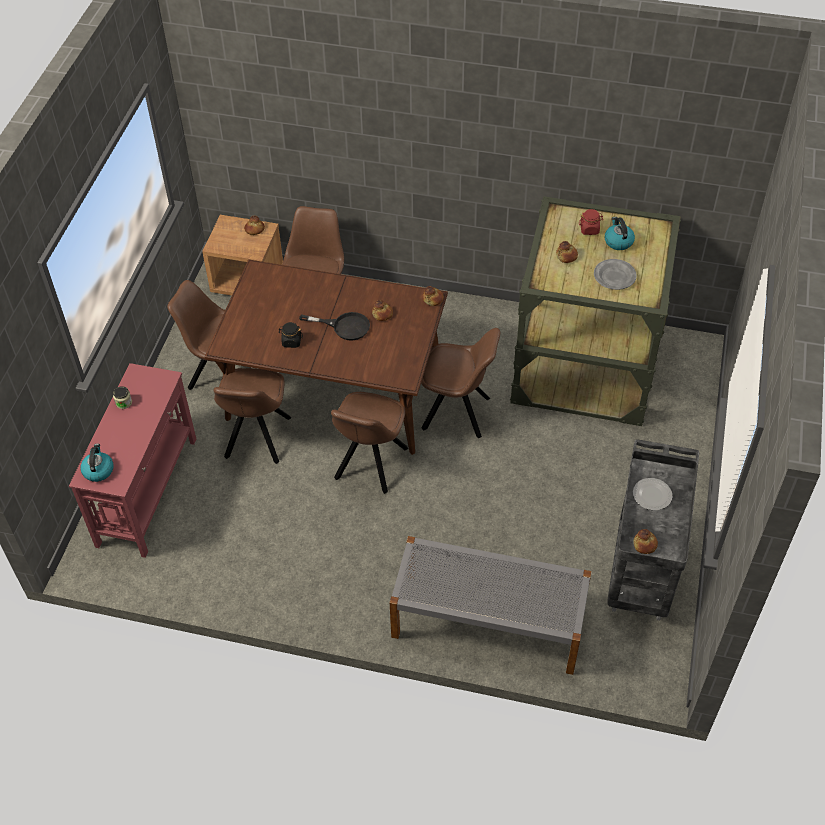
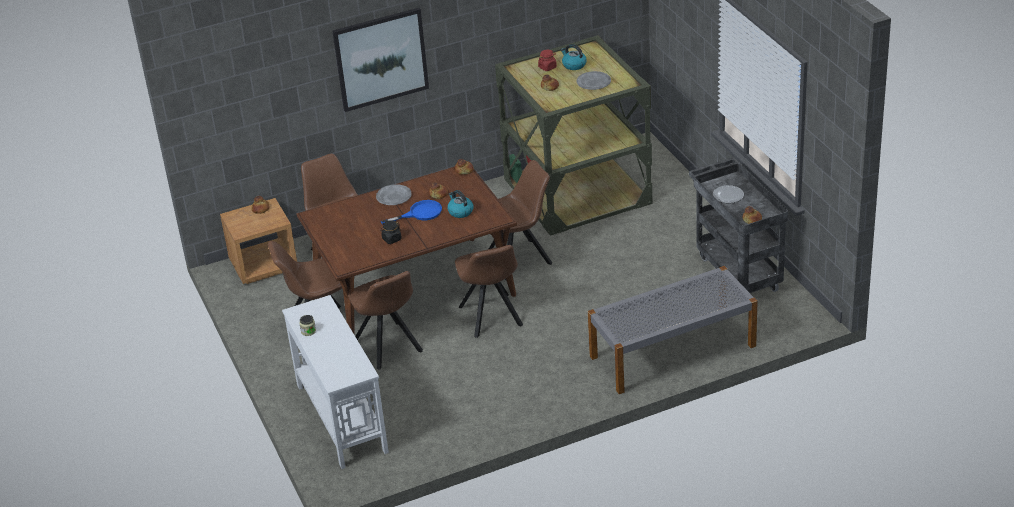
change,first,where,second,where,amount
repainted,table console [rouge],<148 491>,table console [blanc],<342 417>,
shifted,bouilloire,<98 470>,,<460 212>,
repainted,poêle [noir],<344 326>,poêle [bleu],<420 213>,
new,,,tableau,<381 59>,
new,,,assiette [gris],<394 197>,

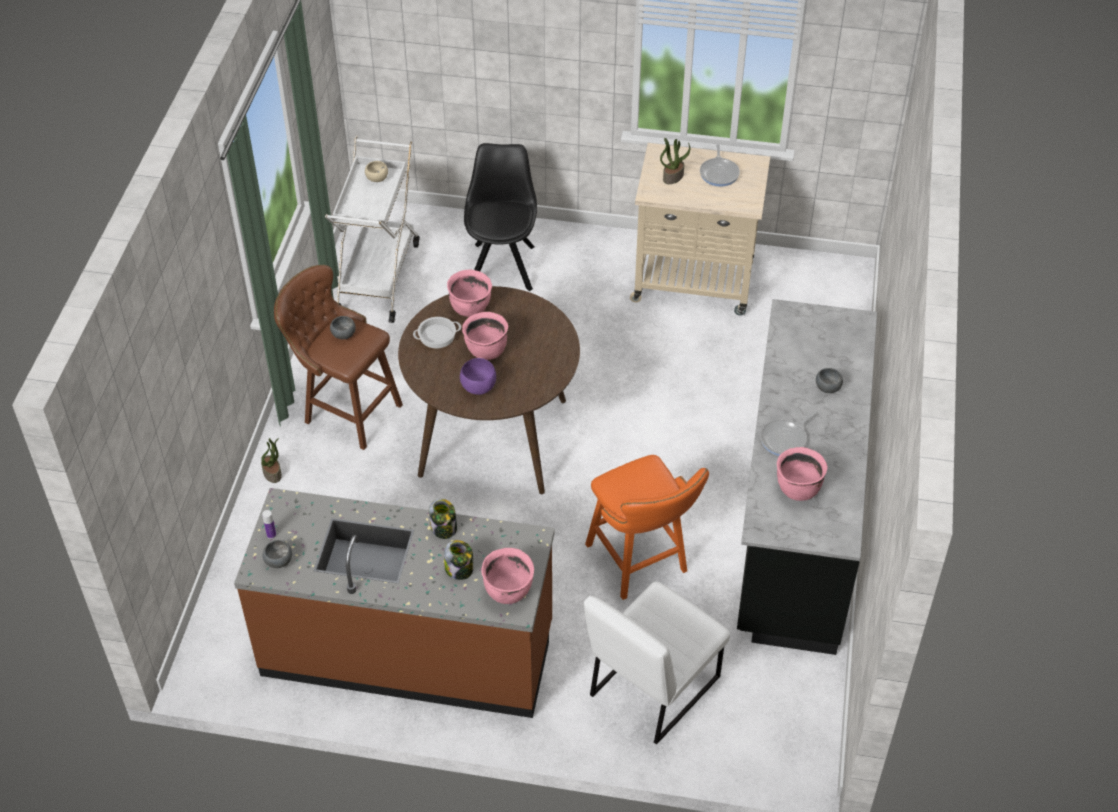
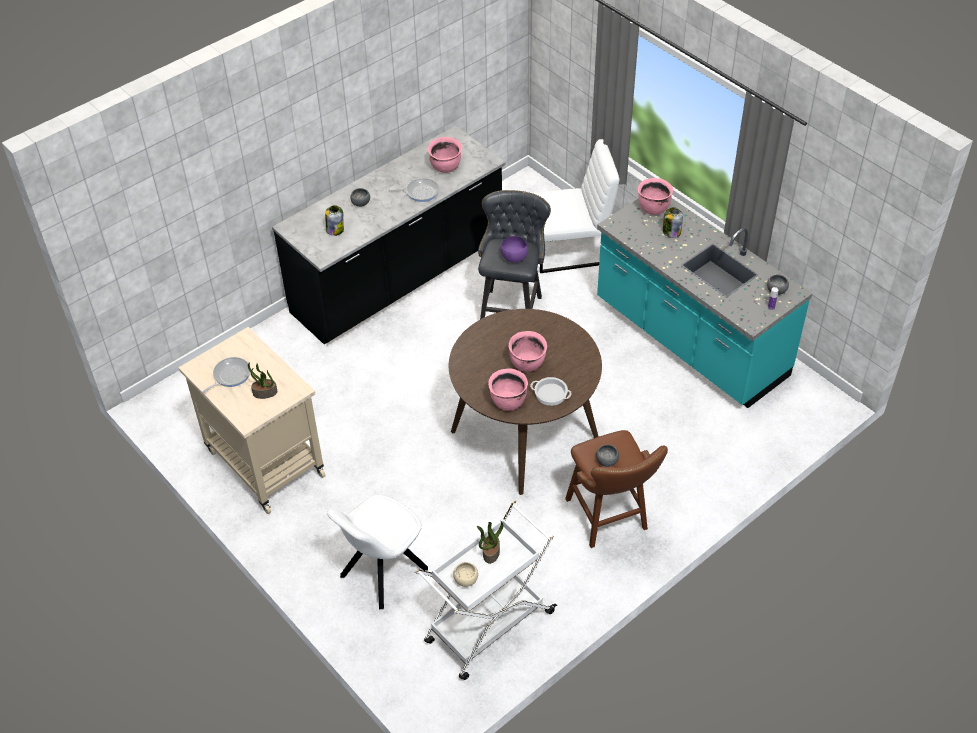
change,first,where,second,where,amount
repainted,comptoir de cuisine [marron],<408 650>,comptoir de cuisine [turquoise],<690 340>,
shifted,plante en pot,<272 473>,,<490 552>,
shifted,bocal,<444 528>,,<335 229>,
shifted,bol [violet],<478 387>,,<514 258>,
repainted,chaise [noir],<502 266>,chaise [blanc],<383 572>,
repainted,tabouret [orange],<642 567>,tabouret [gris],<512 306>,

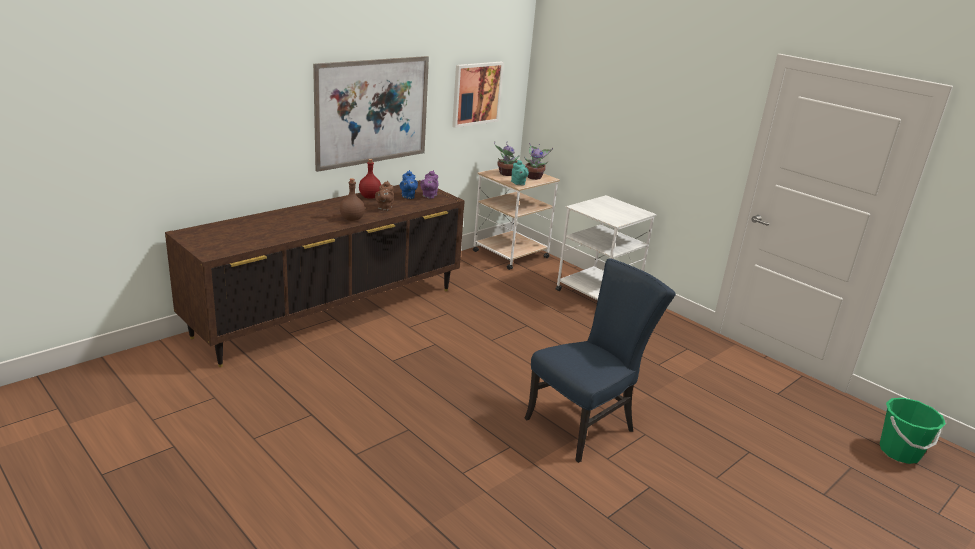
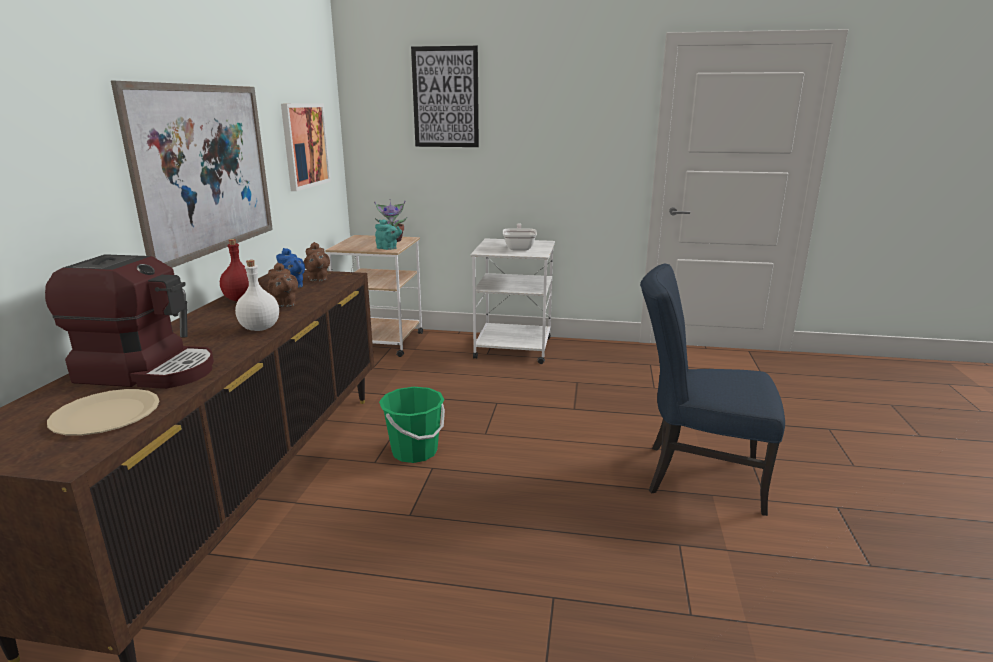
change,first,where,second,where,amount
repainted,bouteille [marron],<351 219>,bouteille [blanc],<259 328>,
repainted,théière [violet],<429 196>,théière [marron],<318 279>,
gone,plante en pot,<506 174>,,,
rotated,chaise [bleu],<585 424>,,<695 475>,90 degrees counterclockwise
shifted,seau [vert],<899 452>,,<414 452>,
new,,,machine à café,<148 371>,
new,,,assiette [beige],<105 415>,
new,,,tableau,<445 97>,
new,,,poêle,<519 247>,

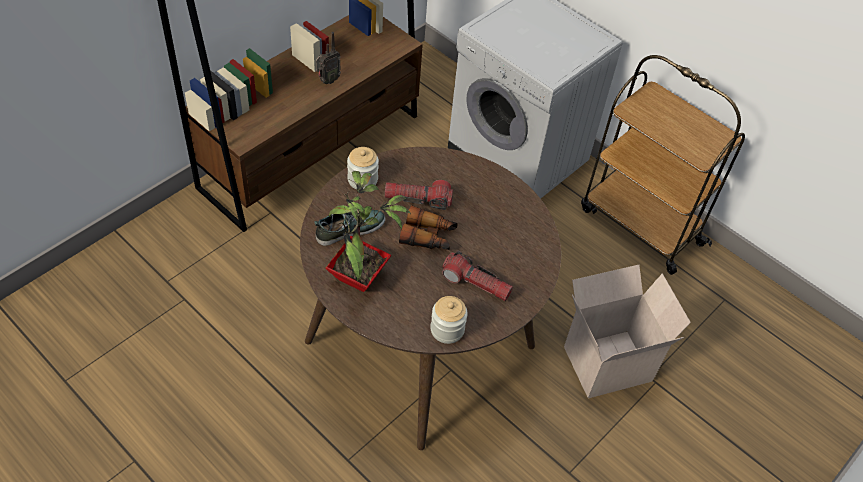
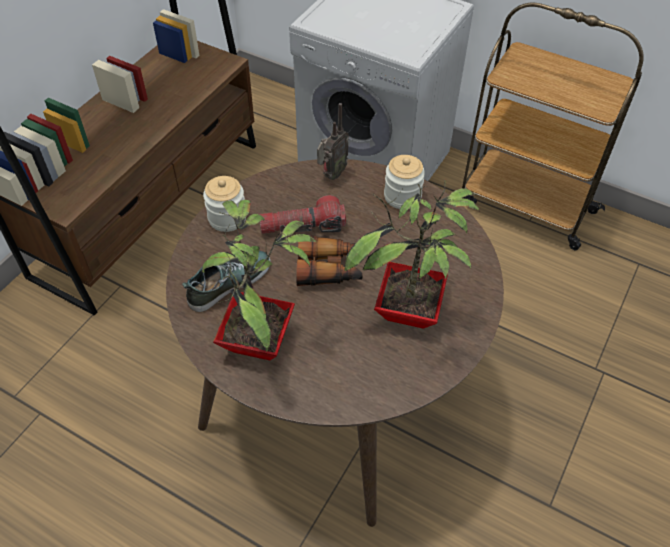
change,first,where,second,where,amount
shifted,radio,<327 81>,,<331 175>,
shifted,bocal,<447 329>,,<402 196>,
swapped,lampe de poche,<476 283>,plante en pot,<408 314>,
gone,carton,<607 361>,,,

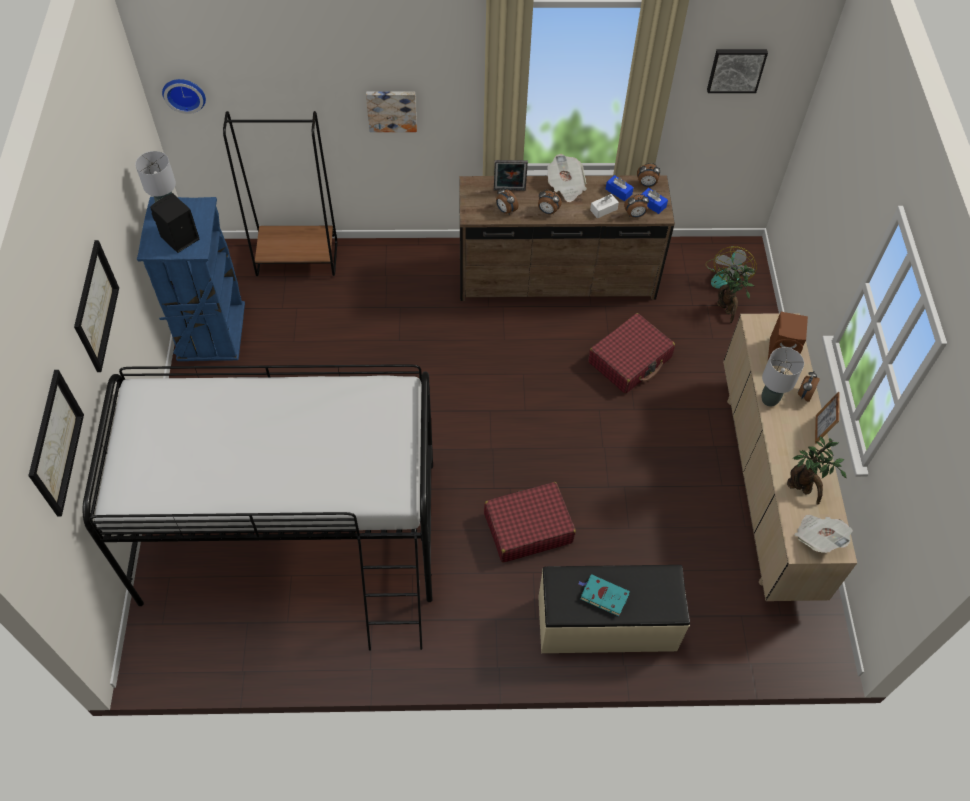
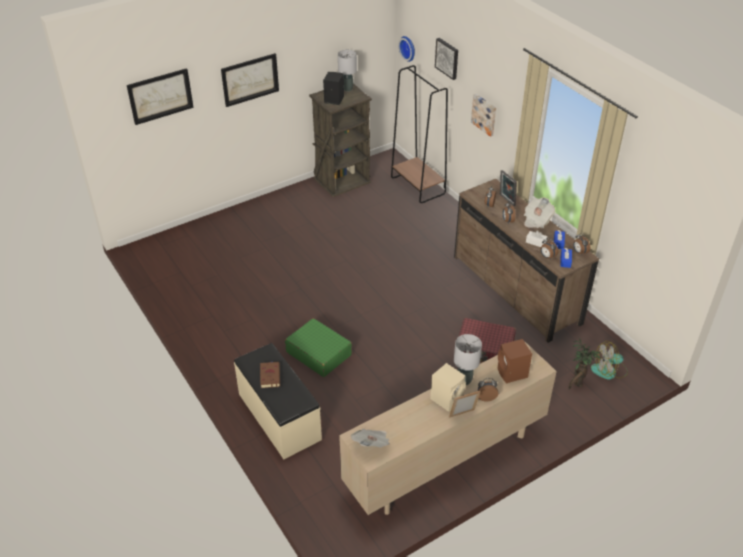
change,first,where,second,where,amount
gone,lit [noir],<295 535>,,,
repainted,bibliothèque [bleu],<211 330>,bibliothèque [marron],<342 180>,
repainted,valise [rouge],<527 528>,valise [vert],<318 353>,
repainted,livre [turquoise],<603 596>,livre [marron],<270 375>,
shifted,tableau,<736 69>,,<447 58>,
gone,plante en pot,<802 489>,,,
new,,,enceinte [beige],<447 399>,

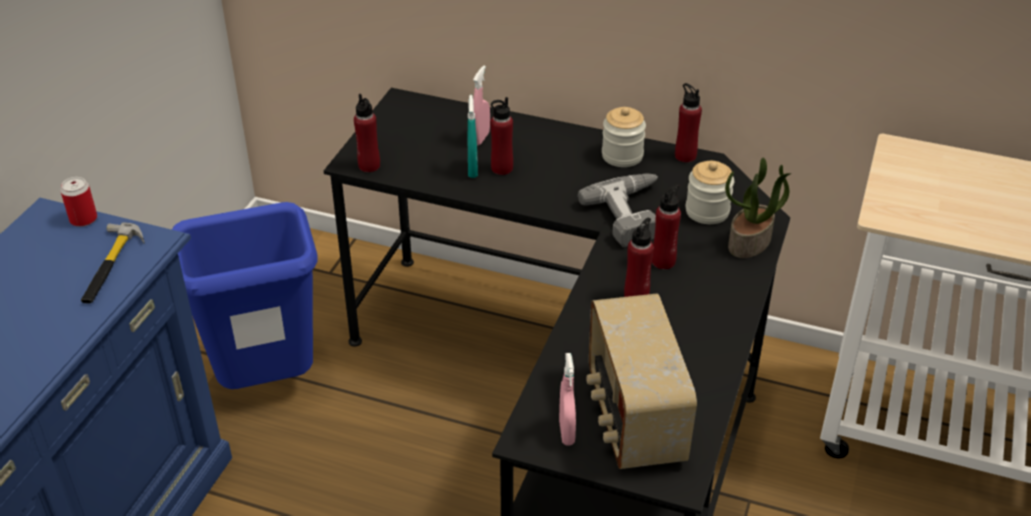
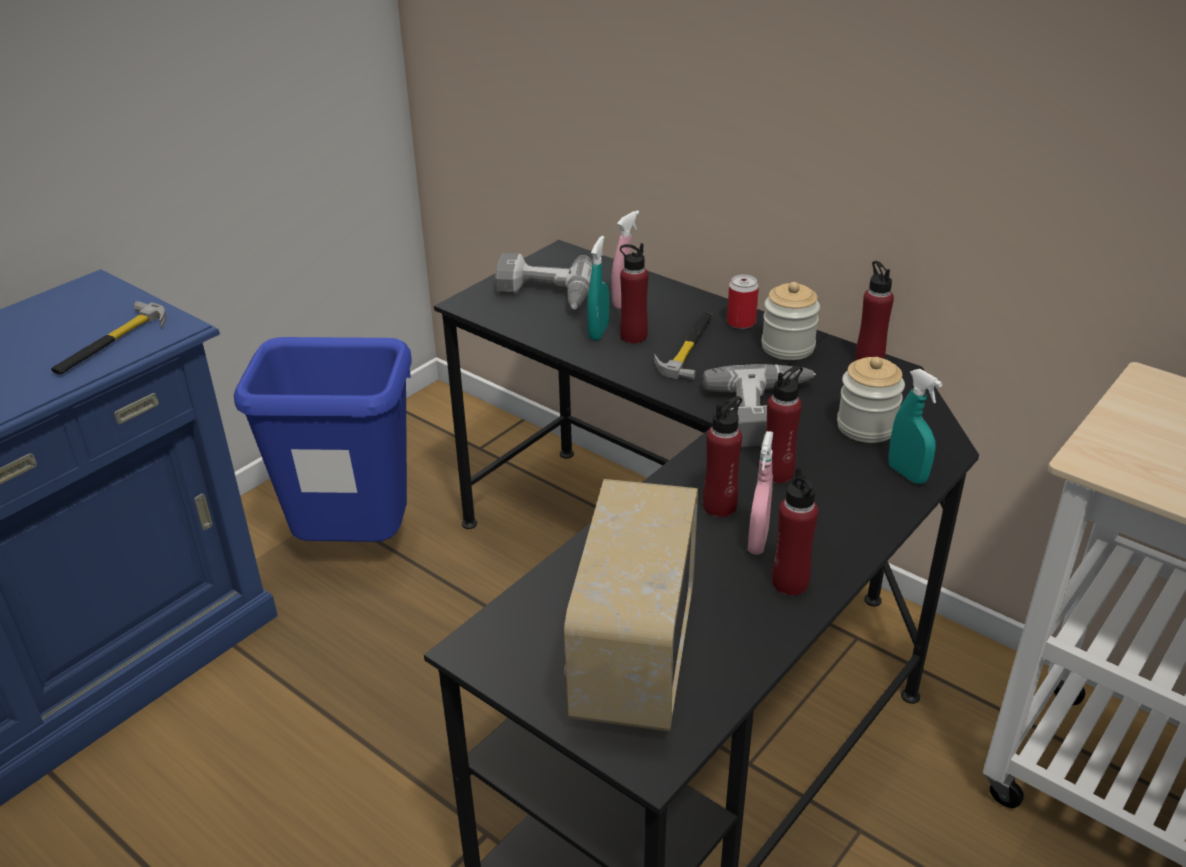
change,first,where,second,where,amount
shifted,boîte métallique,<83 219>,,<741 322>,
shifted,bouteille [rouge],<369 166>,,<790 583>,
shifted,vaporisateur [rose],<566 432>,,<758 541>,
swapped,plante en pot,<750 243>,vaporisateur [turquoise],<907 474>,
new,,,perceuse,<543 294>,
new,,,marteau,<688 347>,

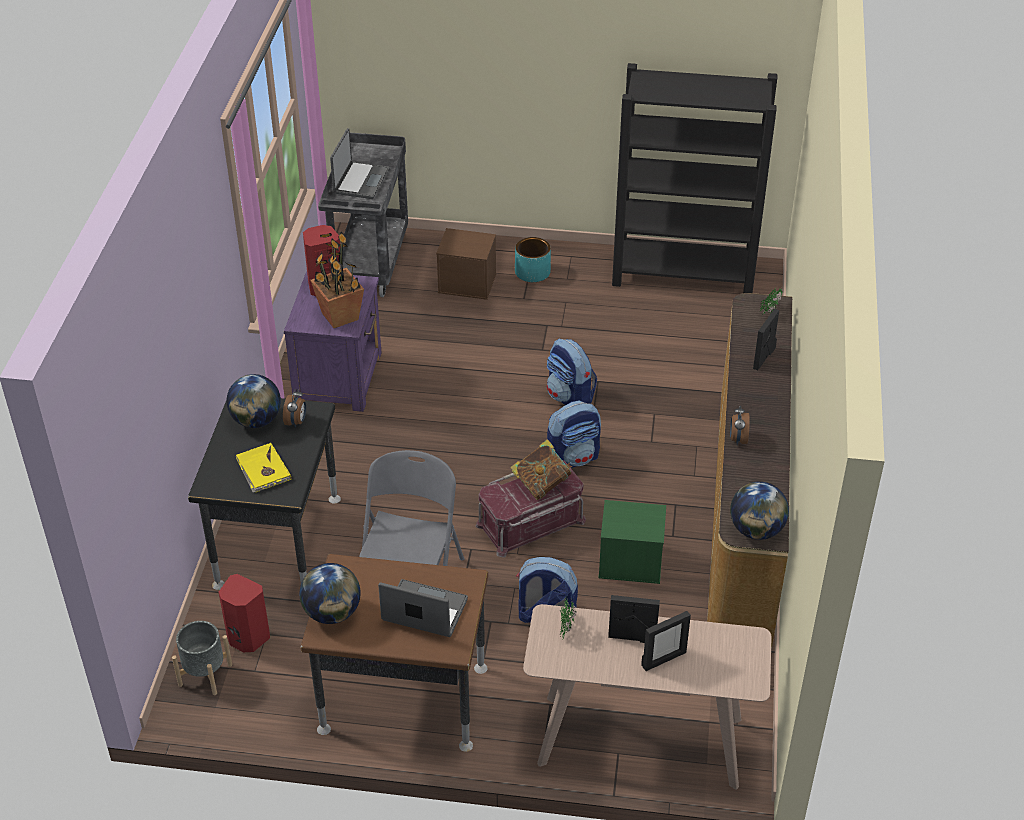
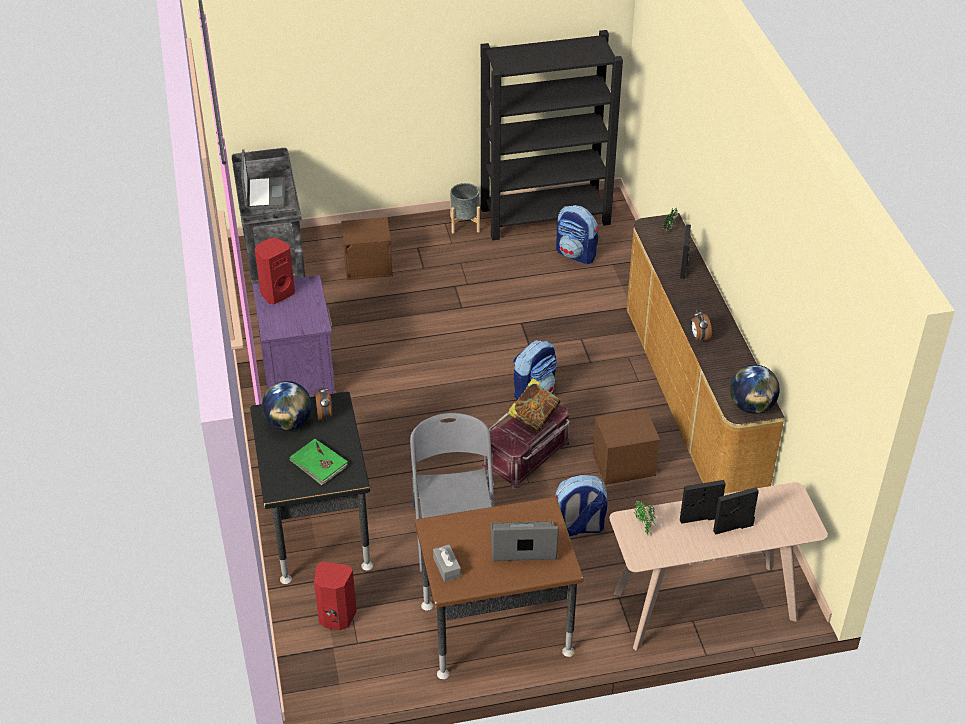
change,first,where,second,where,amount
shifted,cache-pot [gris],<205 674>,,<465 224>,
repainted,livre [jaune],<263 470>,livre [vert],<319 464>,
swapped,globe,<332 613>,boîte à mouchoirs [gris],<447 567>,
gone,plante en pot,<339 317>,,,
gone,cache-pot [turquoise],<532 272>,,,
shifted,sac à dos,<570 397>,,<576 254>,
repainted,boîte de rangement [vert],<629 562>,boîte de rangement [marron],<623 465>,
rotated,cadre photo,<663 659>,,<733 528>,150 degrees counterclockwise

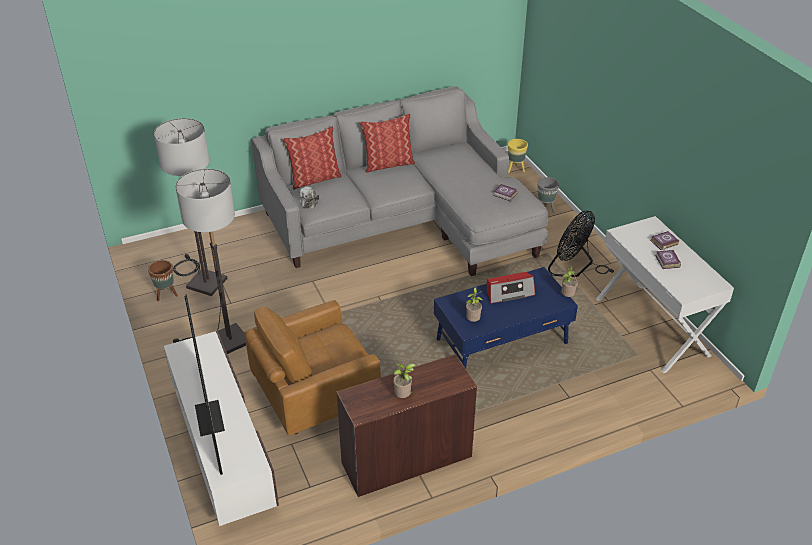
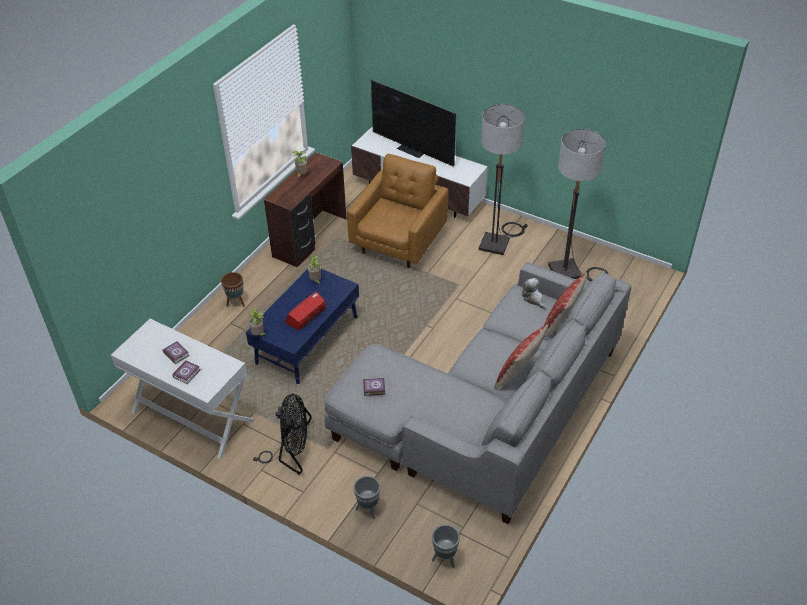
change,first,where,second,where,amount
shifted,cache-pot [marron],<166 295>,,<236 303>,
repainted,cache-pot [jaune],<515 169>,cache-pot [gris],<445 559>,

